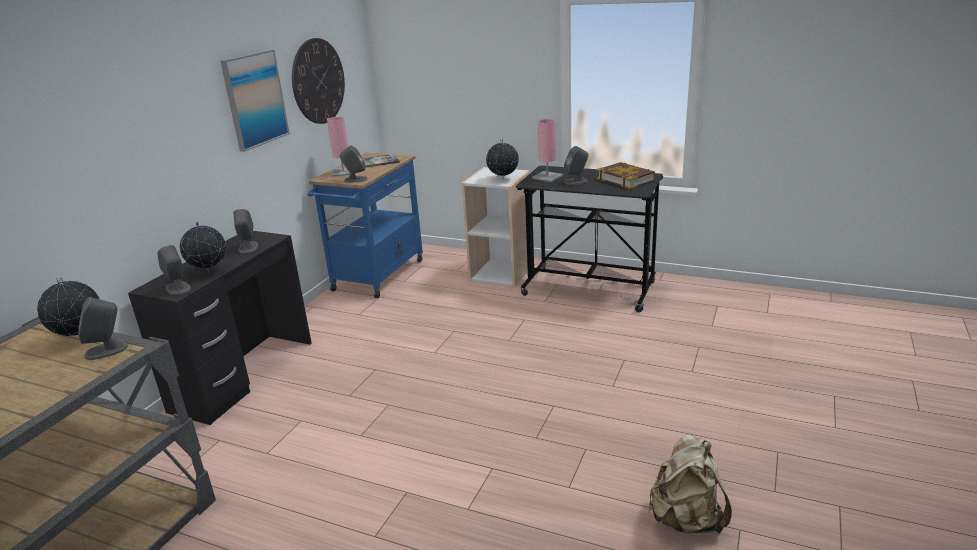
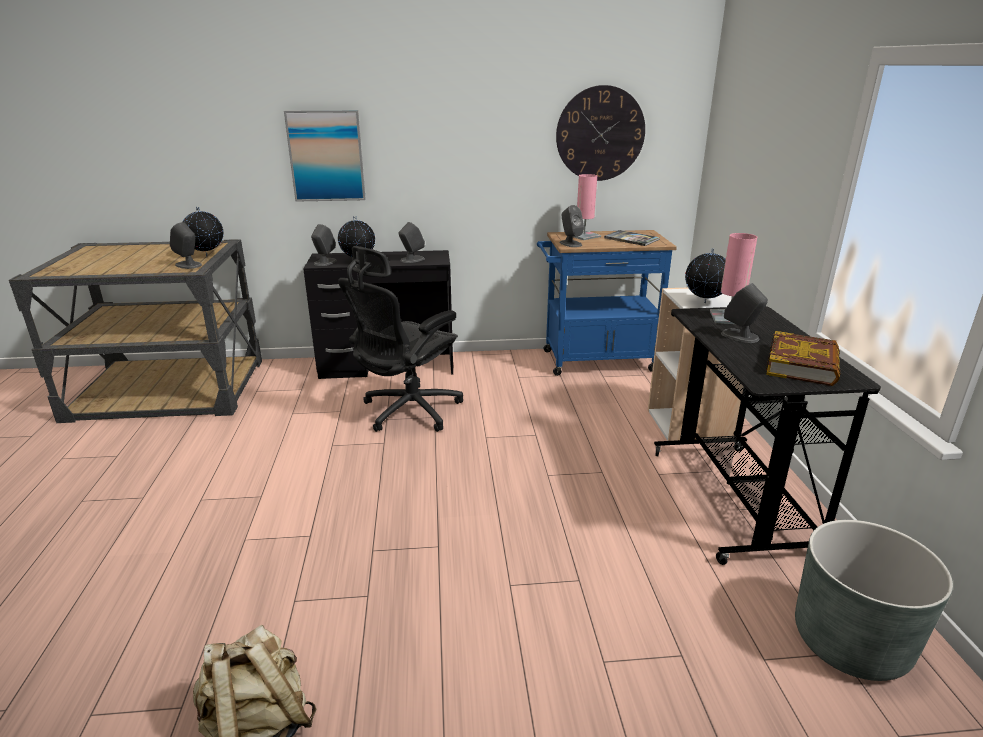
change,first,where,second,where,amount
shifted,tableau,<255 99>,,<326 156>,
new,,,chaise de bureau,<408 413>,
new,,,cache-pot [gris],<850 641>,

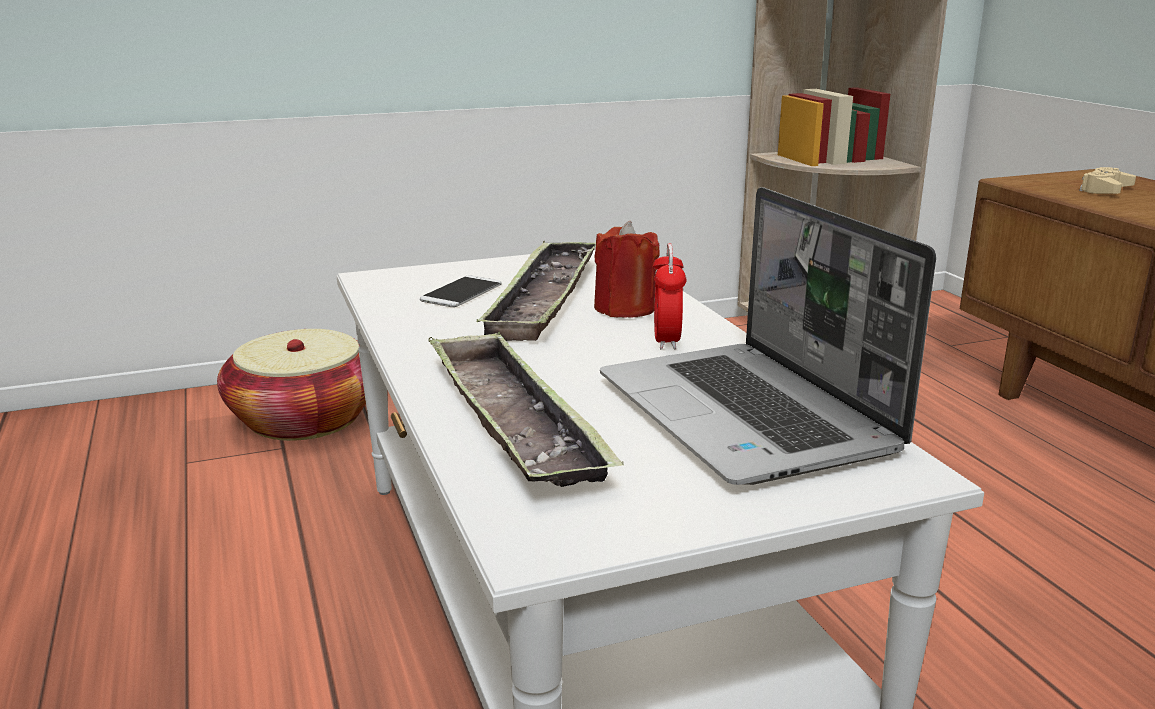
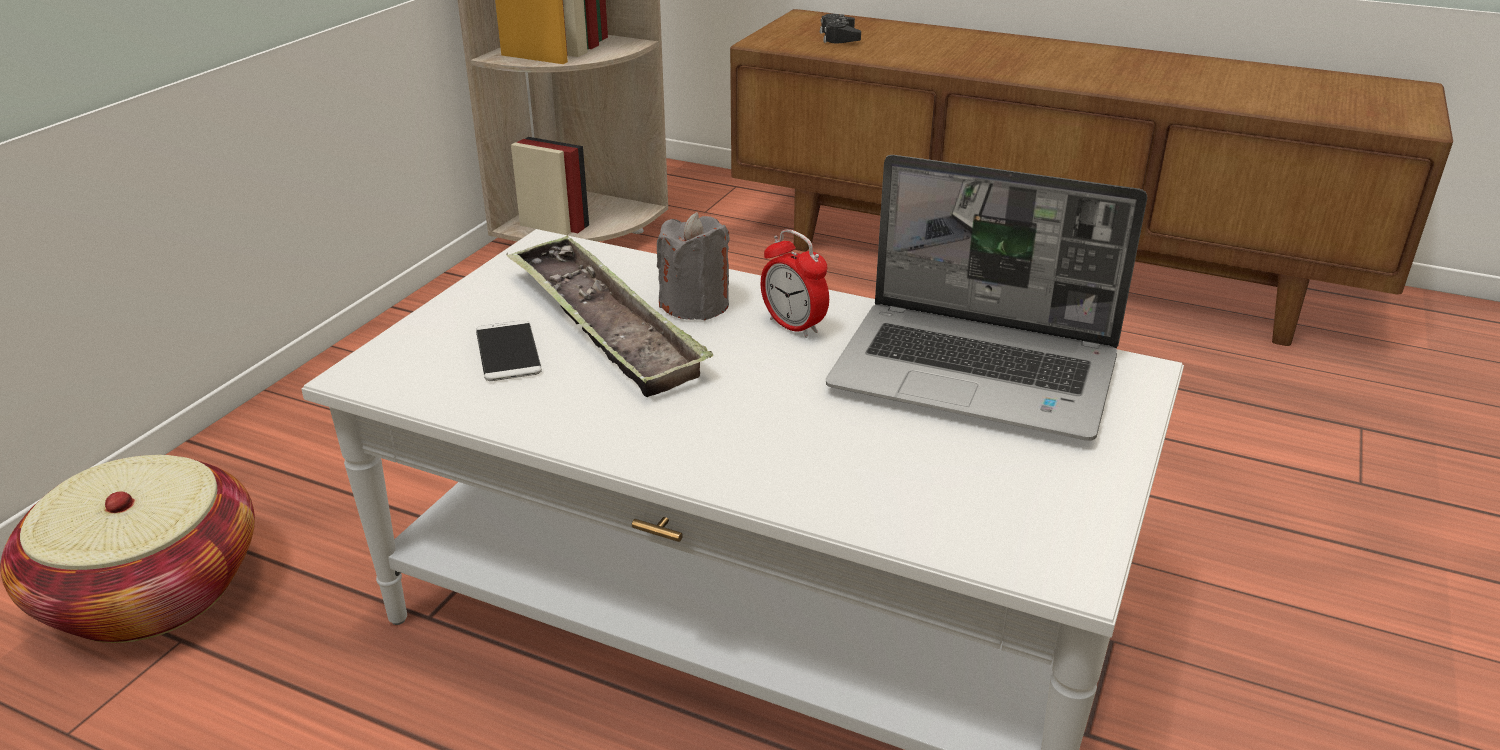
change,first,where,second,where,amount
gone,plateau,<513 420>,,,
repainted,bougie [rouge],<624 309>,bougie [gris],<695 305>,
repainted,manette [beige],<1105 190>,manette [noir],<839 37>,

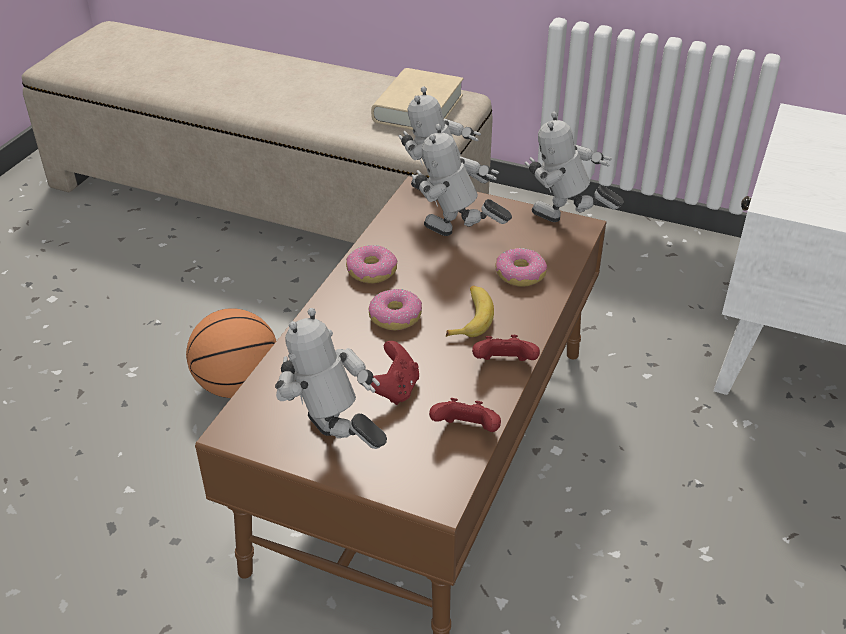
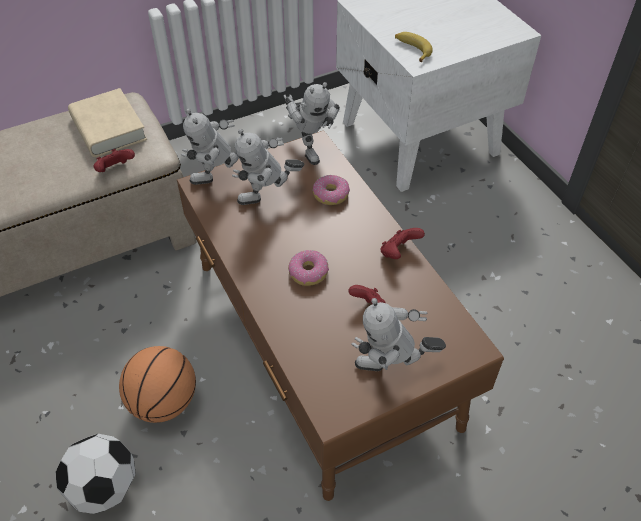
change,first,where,second,where,amount
gone,beignet,<371 272>,,,
shifted,manette [rouge],<466 431>,,<115 170>,
shifted,banane,<470 317>,,<412 49>,
rotated,robot jouet,<565 226>,,<309 148>,90 degrees counterclockwise
new,,,ballon de foot,<105 487>,

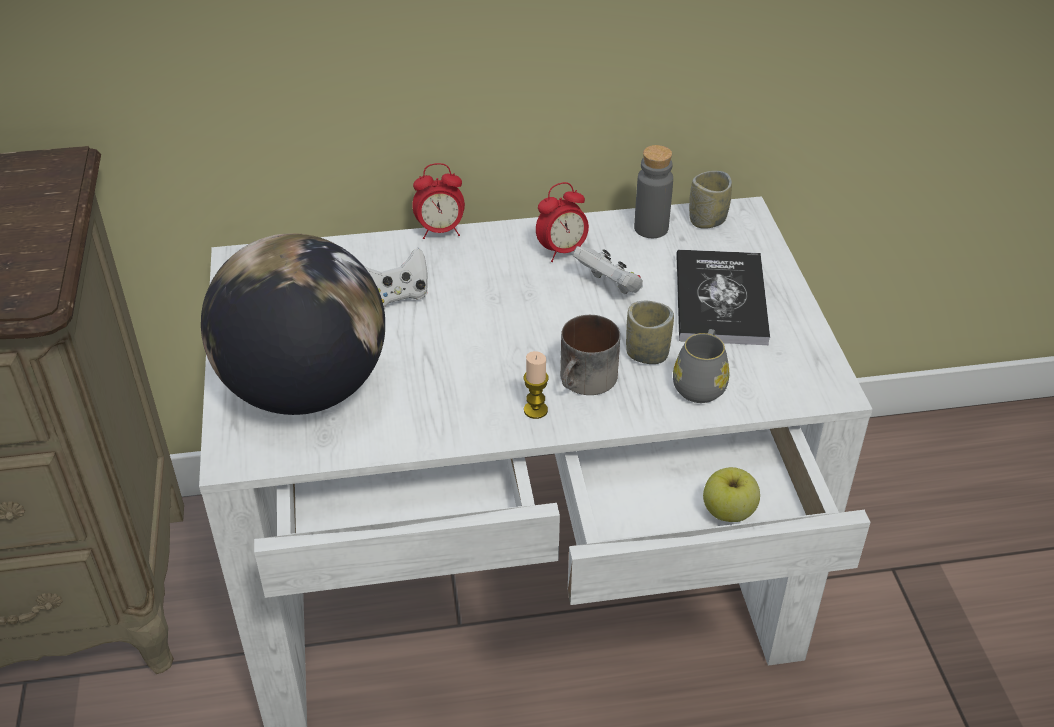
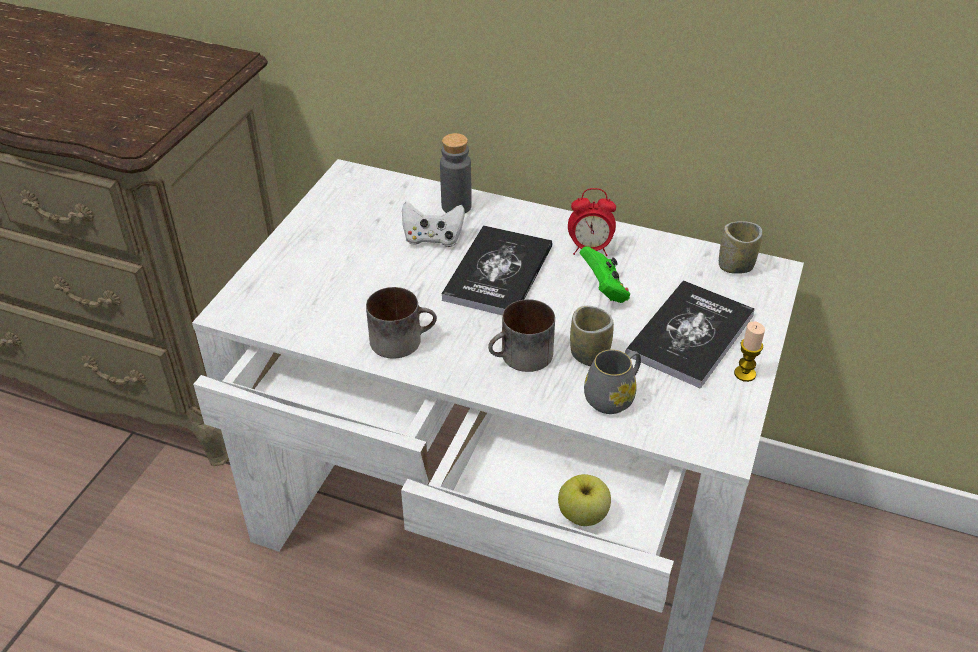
change,first,where,second,where,amount
gone,globe,<305 389>,,,
gone,réveil,<440 231>,,,
shifted,bougie,<535 410>,,<745 374>,
repainted,manette [blanc],<609 286>,manette [vert],<604 290>,
shifted,bouteille [gris],<651 228>,,<456 206>,
new,,,mug,<402 339>,
new,,,livre,<498 273>,

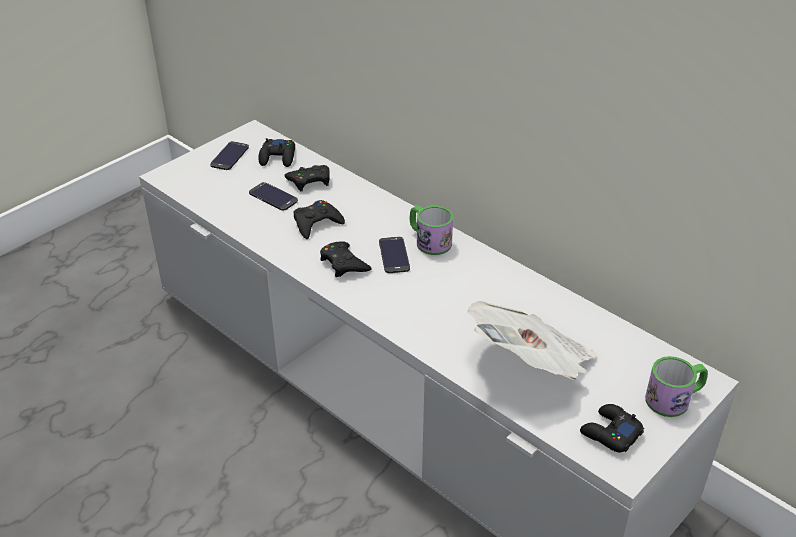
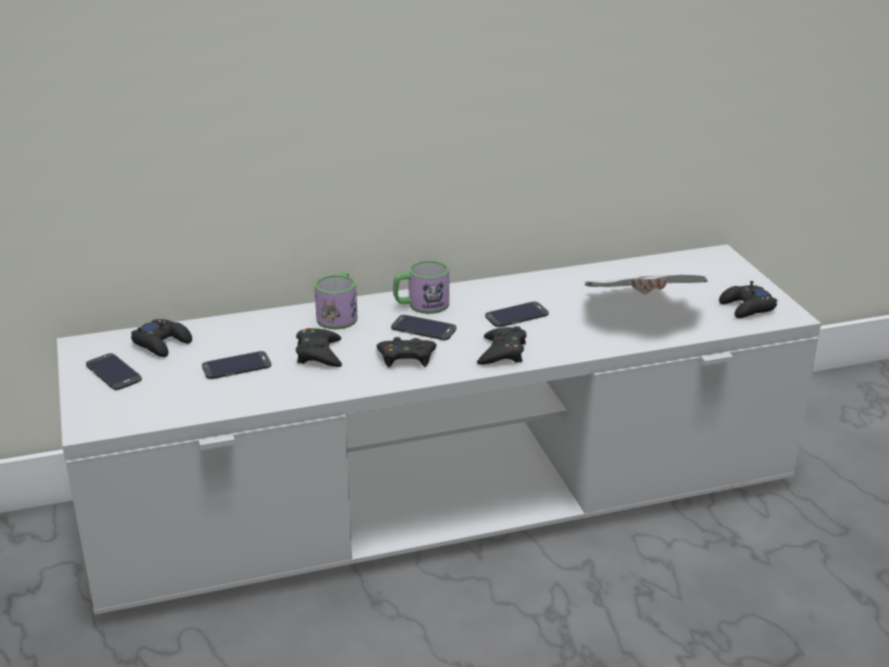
change,first,where,second,where,amount
shifted,manette [noir],<309 181>,,<502 352>,
shifted,mug,<674 399>,,<339 315>,
new,,,téléphone,<516 315>,

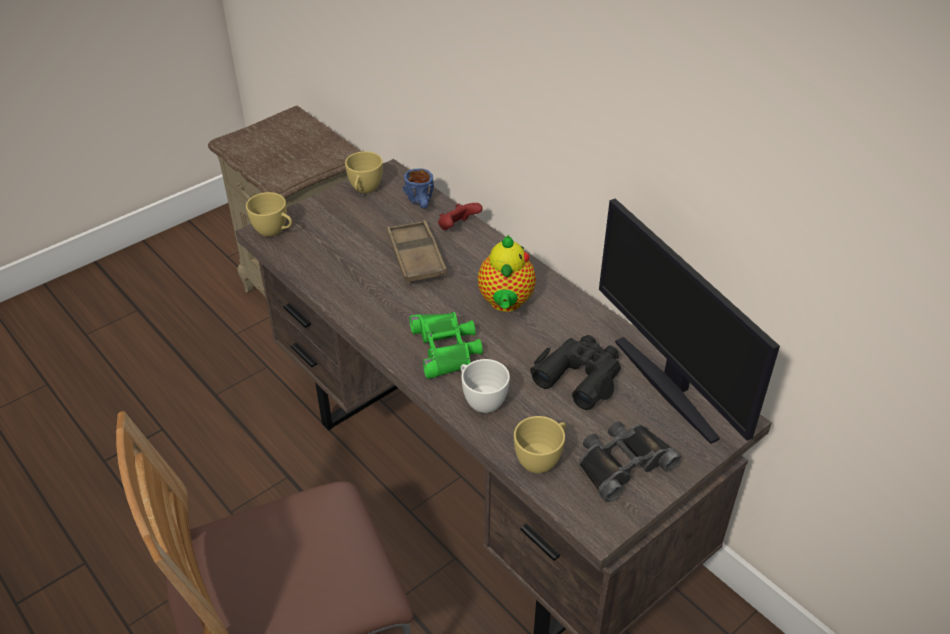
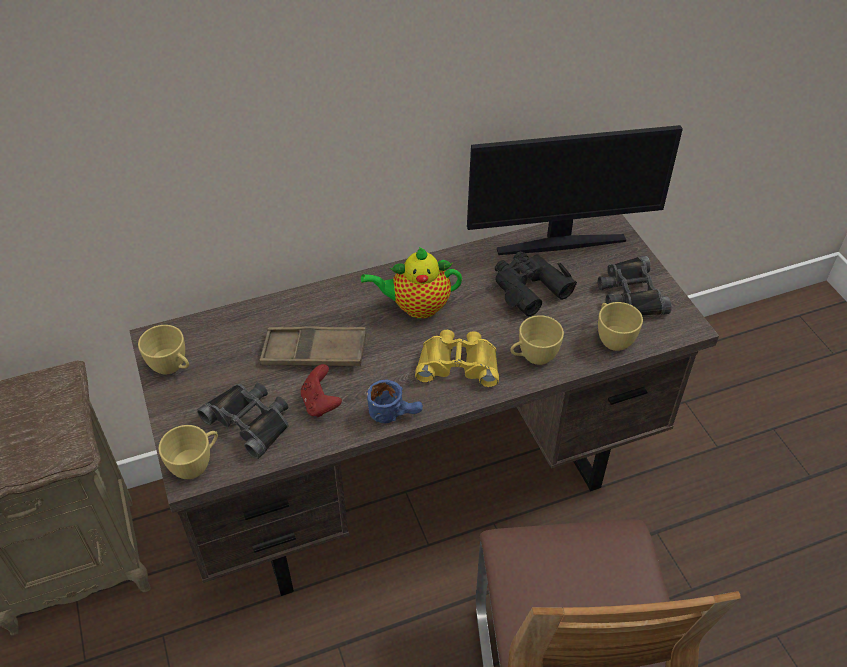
change,first,where,second,where,amount
shifted,mug [bleu],<422 204>,,<395 413>,
repainted,jumelles [vert],<446 348>,jumelles [jaune],<458 363>,
shifted,manette [rouge],<457 228>,,<320 403>,
repainted,tasse [blanc],<481 400>,tasse [jaune],<533 357>,
rotated,théière,<505 303>,,<416 307>,150 degrees clockwise
new,,,jumelles [noir],<250 421>,

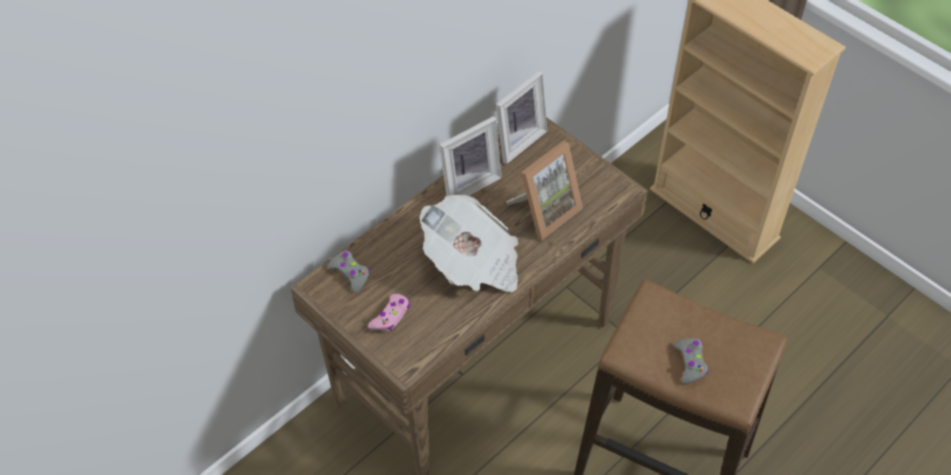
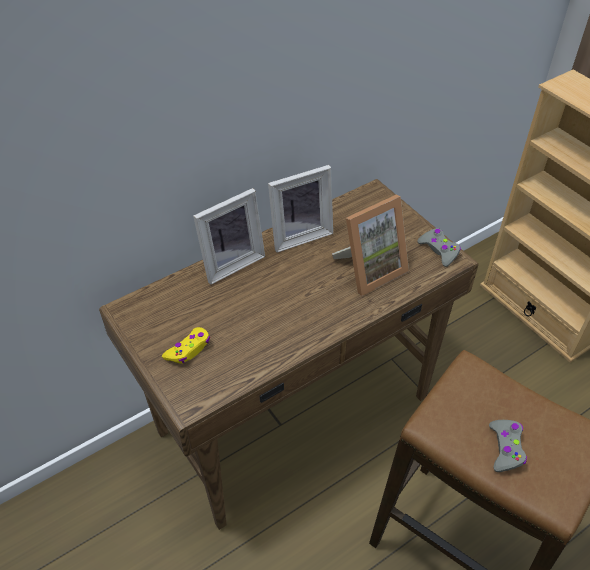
change,first,where,second,where,amount
shifted,manette [gris],<350 274>,,<439 250>,
repainted,manette [rose],<391 316>,manette [jaune],<189 349>,
gone,journal,<473 263>,,,
shifted,cadre photo,<516 140>,,<230 262>,

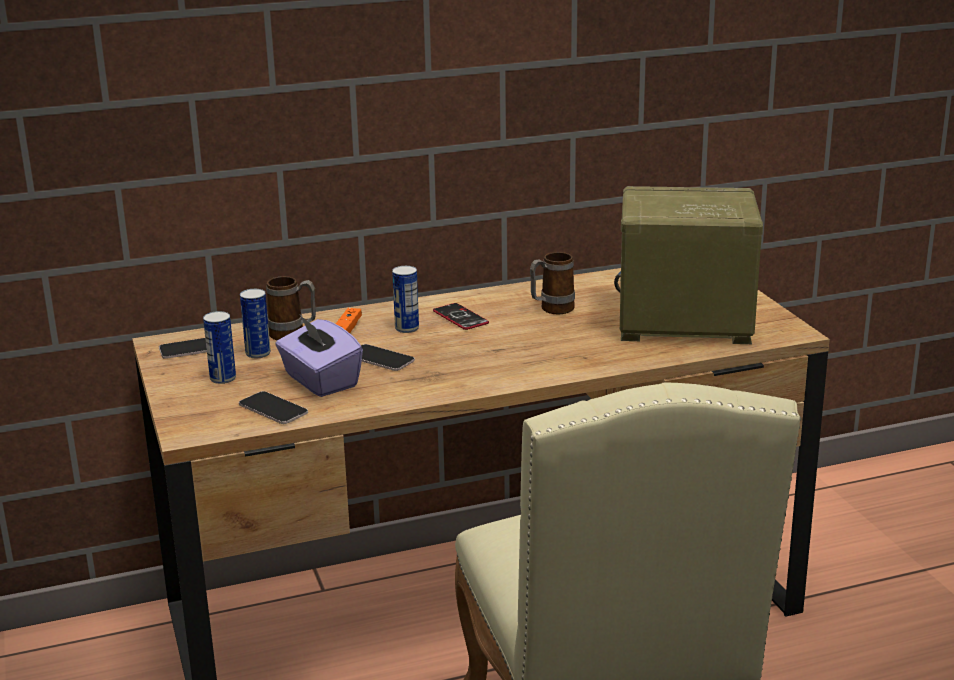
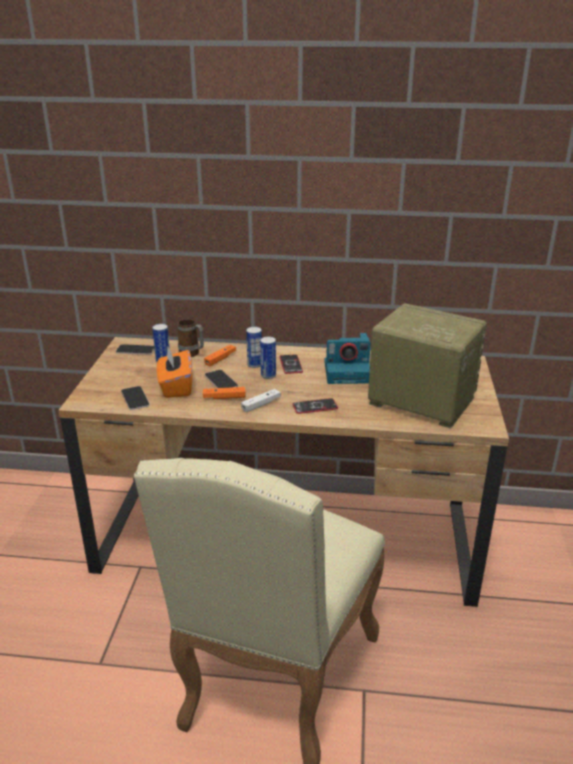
change,first,where,second,where,amount
shifted,boîte métallique,<223 378>,,<268 375>,
repainted,boîte à mouchoirs [violet],<320 381>,boîte à mouchoirs [orange],<176 387>,
swapped,mug,<551 310>,appareil photo,<348 372>,
new,,,manette [orange],<224 397>,
new,,,manette [blanc],<261 404>,
new,,,téléphone,<315 407>,

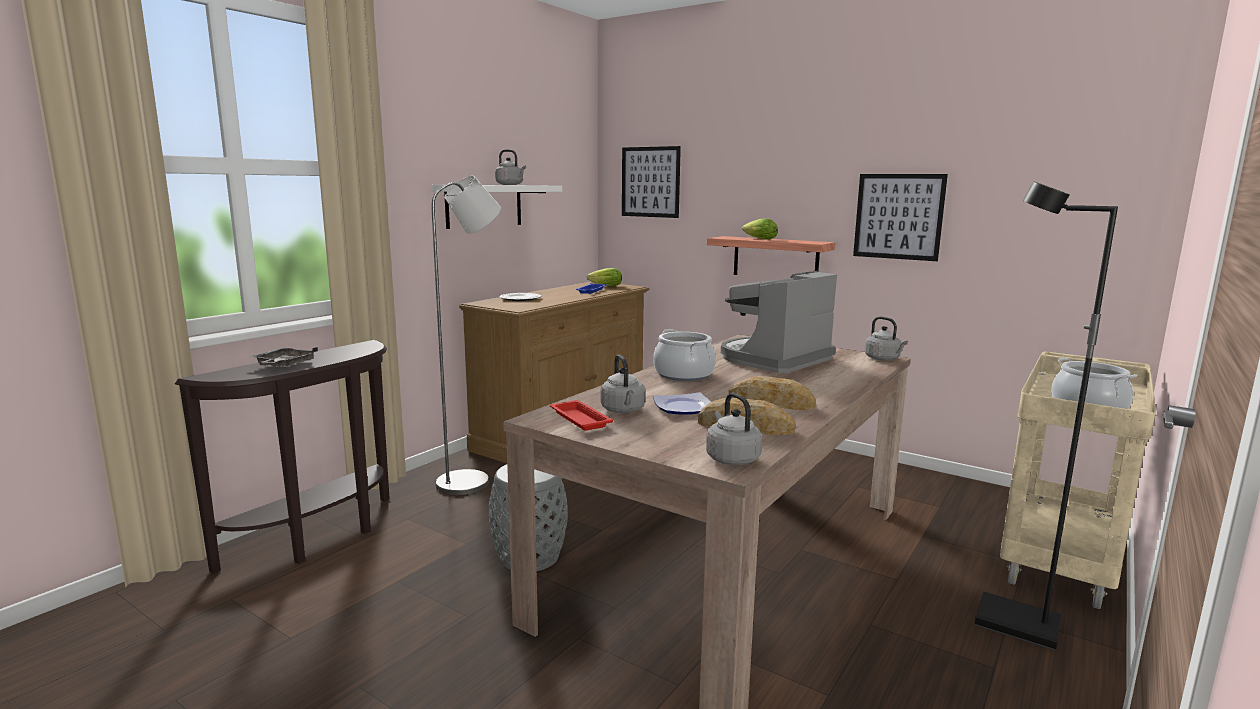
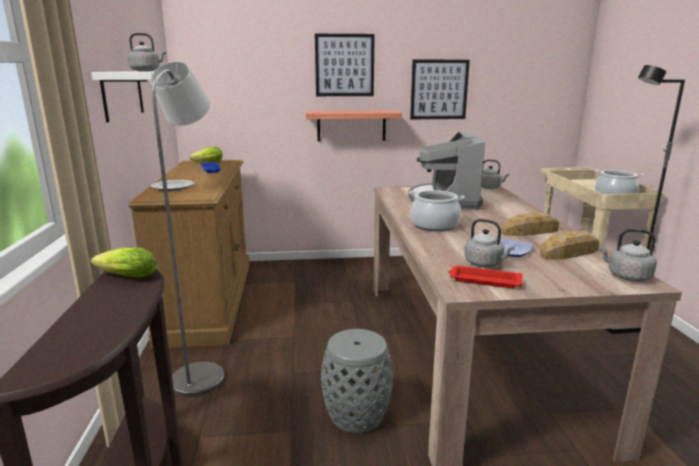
change,first,where,second,where,amount
gone,plateau [gris],<284 365>,,,
shifted,tableau,<650 182>,,<344 65>,
shifted,laitue,<758 239>,,<125 277>,

